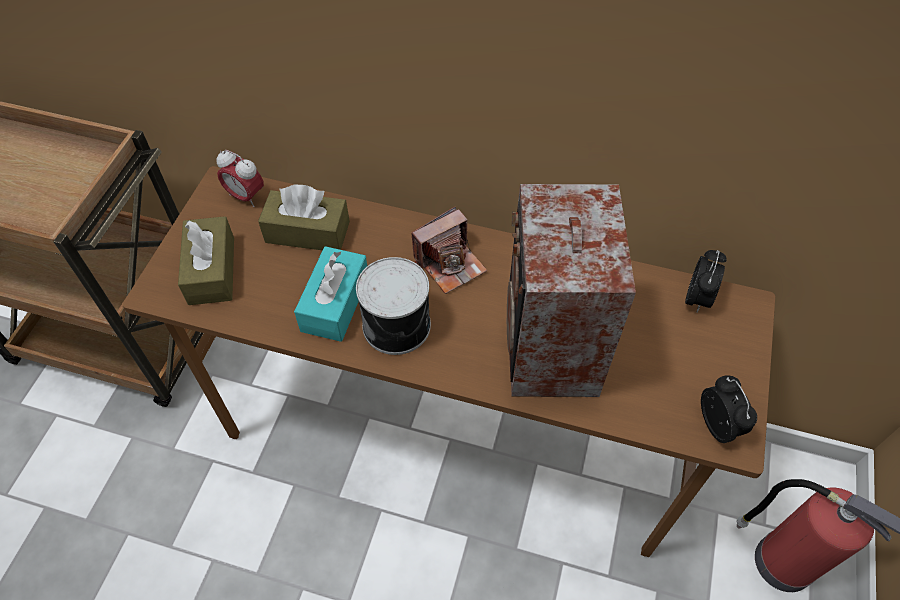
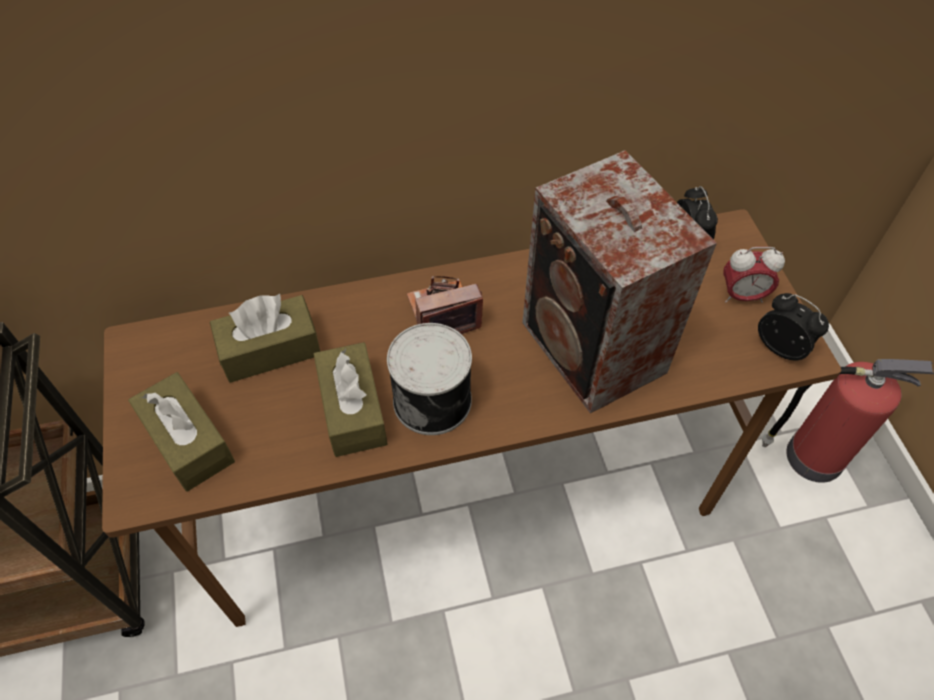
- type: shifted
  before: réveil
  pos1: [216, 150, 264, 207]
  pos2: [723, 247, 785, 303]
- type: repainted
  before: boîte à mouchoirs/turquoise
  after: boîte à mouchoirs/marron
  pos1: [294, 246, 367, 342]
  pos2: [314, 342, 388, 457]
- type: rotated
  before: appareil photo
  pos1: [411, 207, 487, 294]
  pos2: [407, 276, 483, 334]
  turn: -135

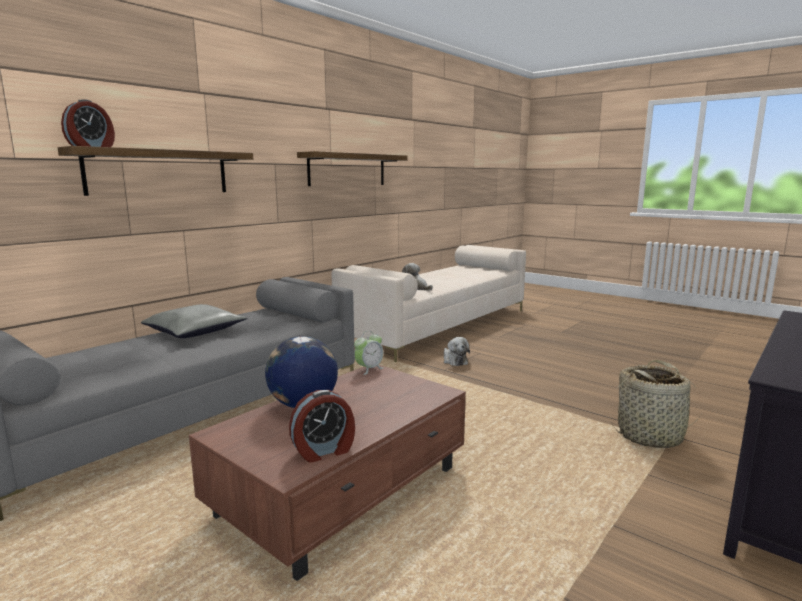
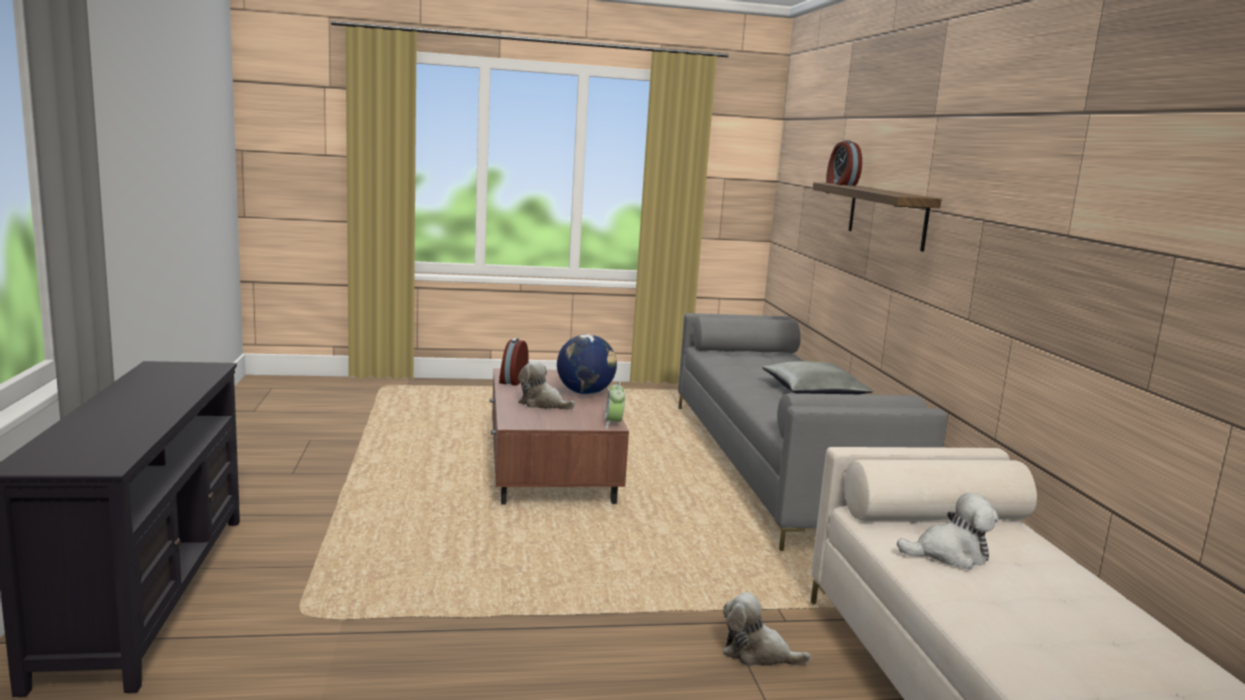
- type: gone
  before: étagère
  pos1: [297, 151, 408, 186]
- type: gone
  before: panier
  pos1: [611, 360, 704, 448]
- type: new
  after: peluche
  pos2: [518, 361, 575, 409]

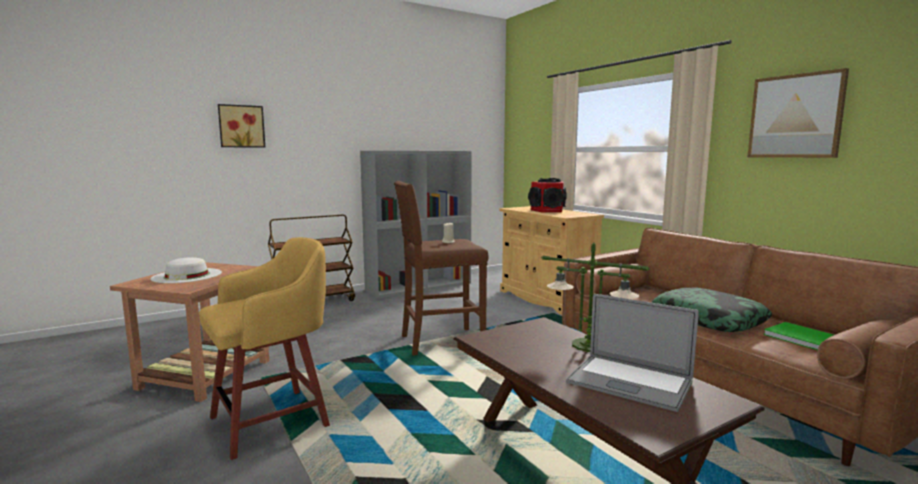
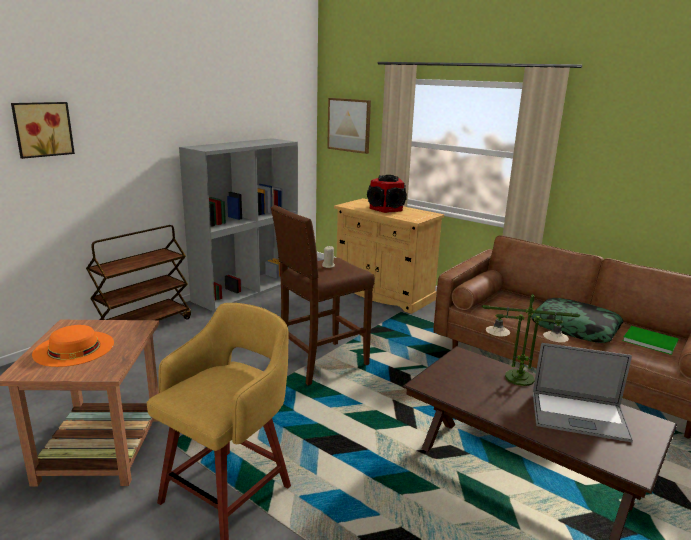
- type: shifted
  before: tableau
  pos1: [748, 68, 849, 158]
  pos2: [327, 98, 371, 154]
- type: repainted
  before: chapeau/blanc
  after: chapeau/orange
  pos1: [150, 257, 222, 283]
  pos2: [32, 325, 114, 367]

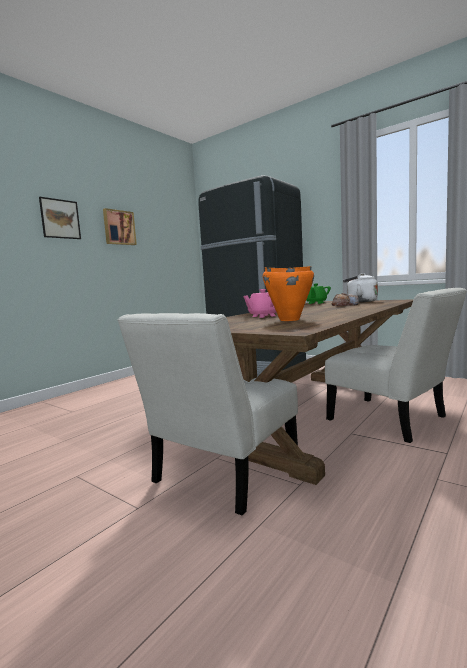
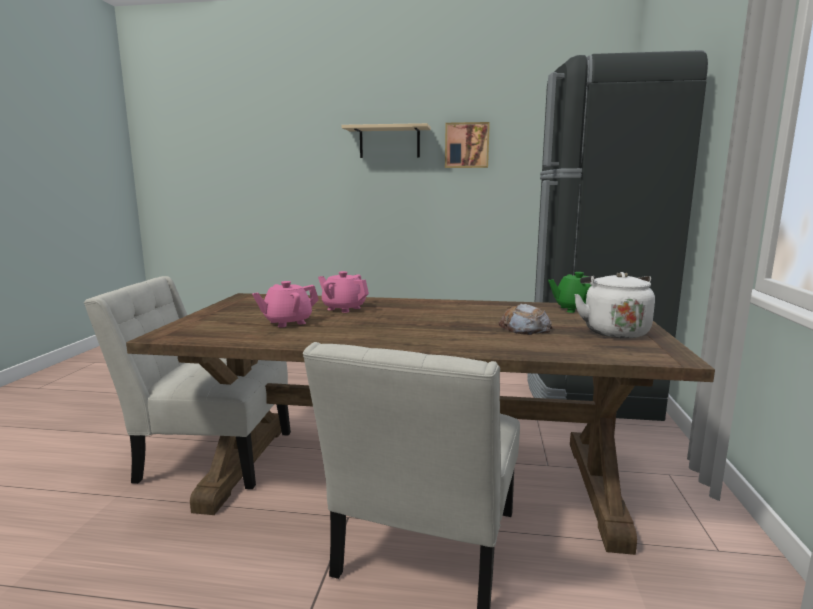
- type: swapped
  before: tableau
  after: étagère/beige
  pos1: [39, 197, 81, 239]
  pos2: [342, 123, 431, 158]
- type: swapped
  before: marmite/orange
  after: théière/rose
  pos1: [263, 266, 314, 321]
  pos2: [252, 281, 319, 328]

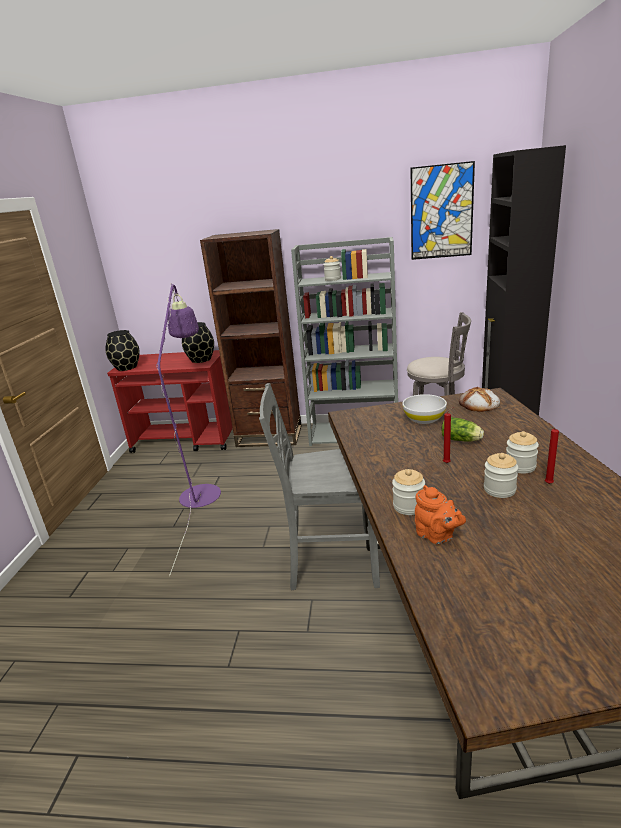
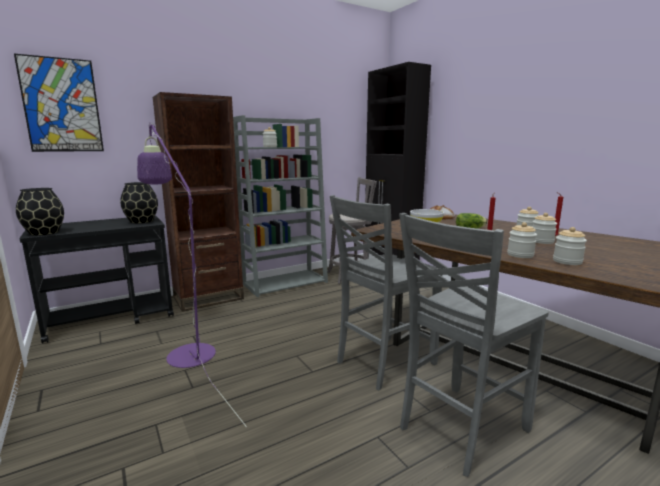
- type: new
  after: chaise/gris
  pos2: [399, 213, 549, 477]
- type: shifted
  before: tableau
  pos1: [411, 161, 475, 260]
  pos2: [14, 53, 104, 152]
- type: swapped
  before: théière/orange
  after: bocal
  pos1: [415, 485, 466, 545]
  pos2: [553, 227, 587, 265]
- type: repainted
  before: chariot/rouge
  after: chariot/noir
  pos1: [107, 350, 233, 453]
  pos2: [19, 215, 174, 344]

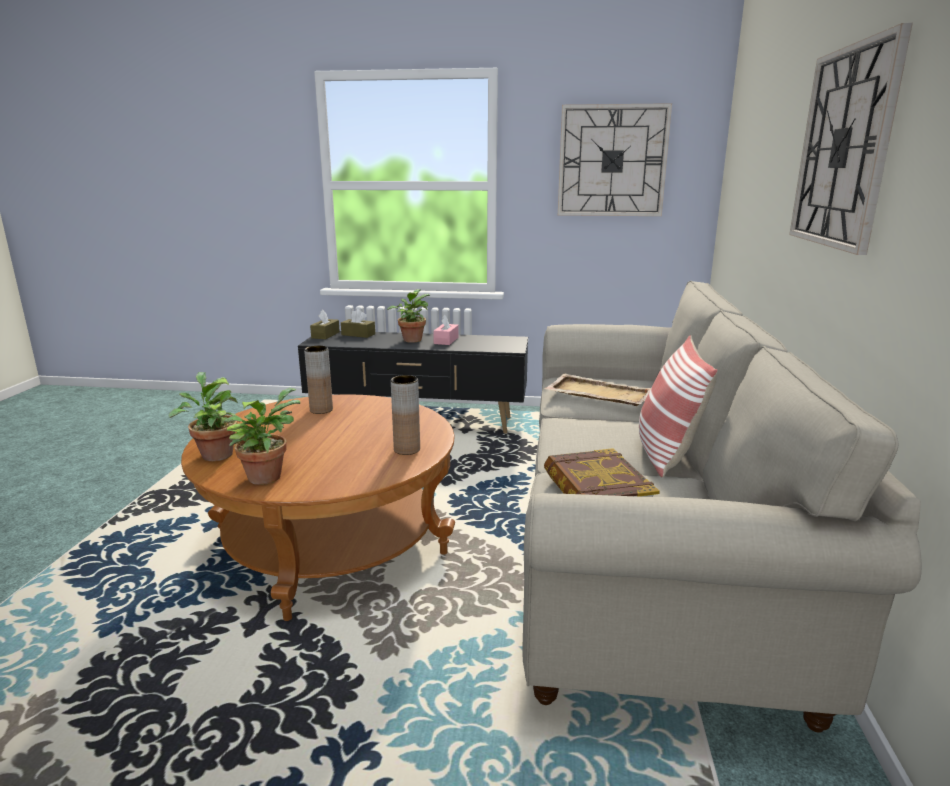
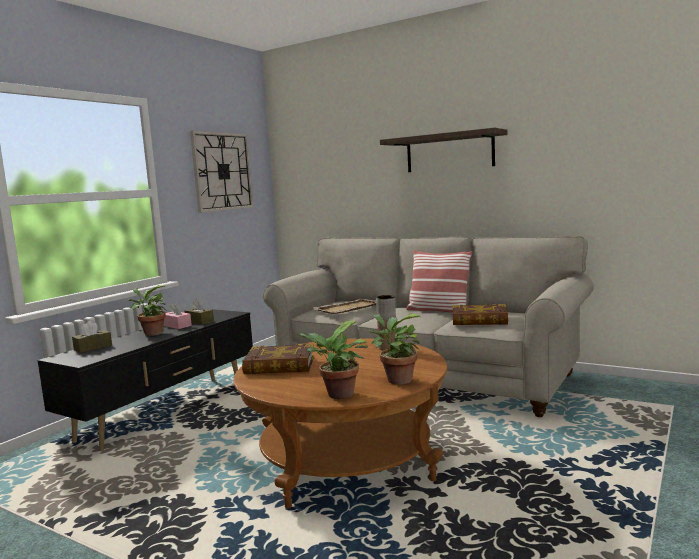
- type: shifted
  before: boîte à mouchoirs/marron
  pos1: [310, 310, 340, 339]
  pos2: [185, 299, 214, 325]
- type: swapped
  before: vase/marron
  after: livre
  pos1: [304, 346, 333, 414]
  pos2: [242, 344, 314, 374]
- type: swapped
  before: horloge murale
  after: étagère
  pos1: [789, 23, 913, 255]
  pos2: [380, 128, 507, 172]

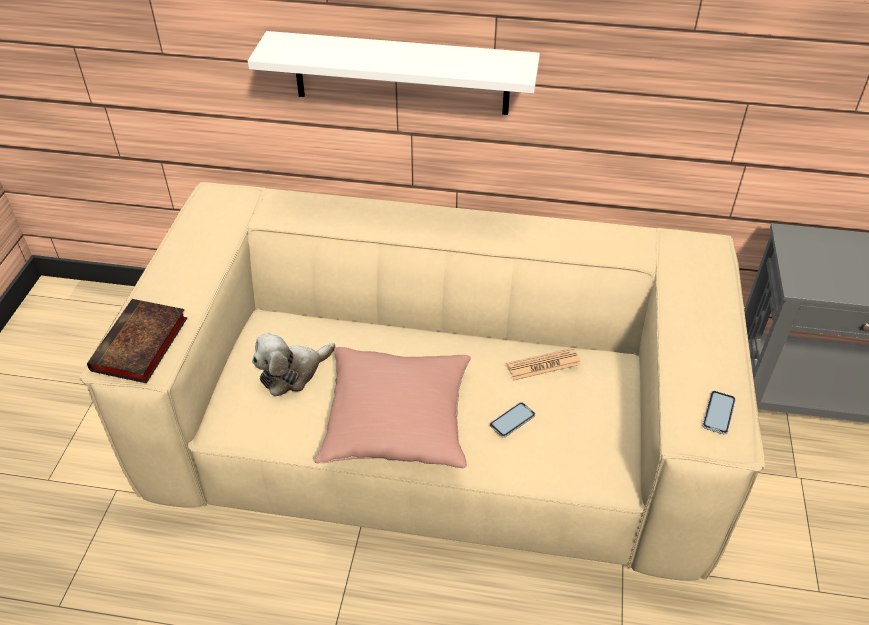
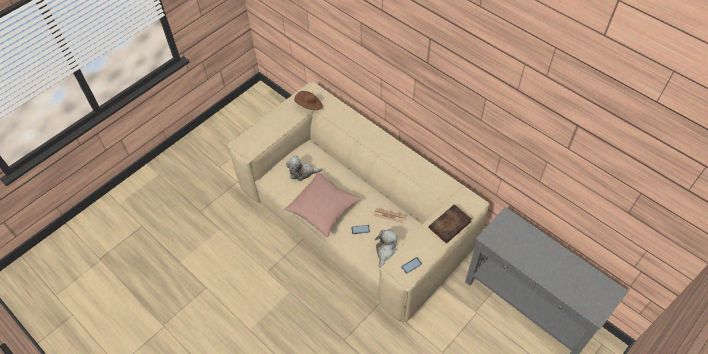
- type: gone
  before: étagère/blanc
  pos1: [248, 31, 540, 115]
- type: new
  after: chapeau/marron
  pos2: [294, 91, 323, 110]
- type: new
  after: peluche
  pos2: [375, 229, 397, 268]
- type: shifted
  before: livre
  pos1: [87, 299, 187, 383]
  pos2: [429, 204, 472, 244]

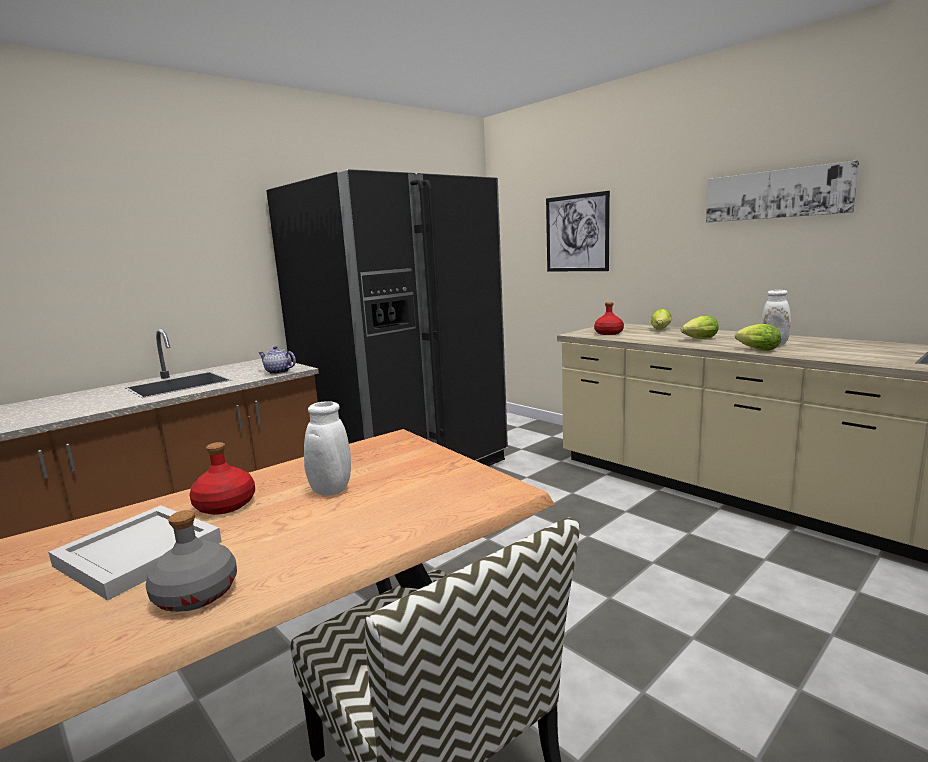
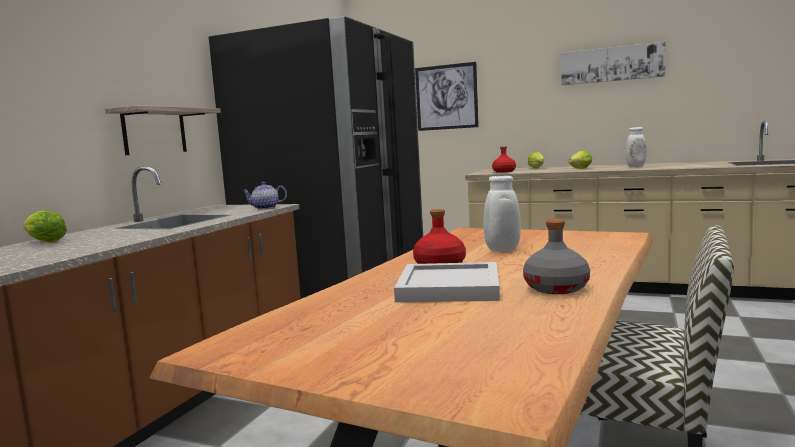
- type: new
  after: étagère
  pos2: [105, 105, 221, 155]
- type: shifted
  before: laitue
  pos1: [735, 324, 781, 351]
  pos2: [23, 210, 67, 242]

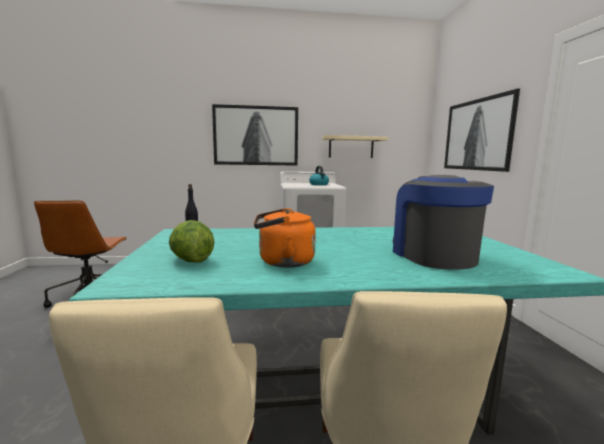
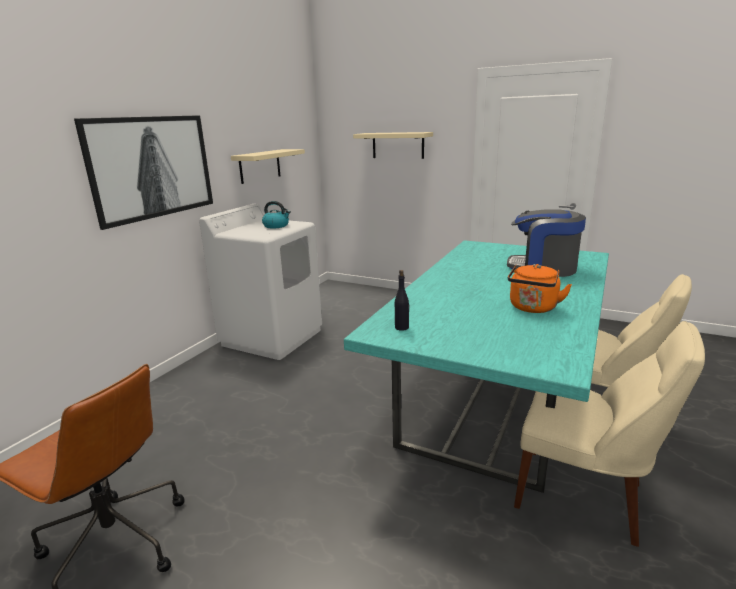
- type: gone
  before: laitue
  pos1: [169, 220, 214, 263]
- type: swapped
  before: tableau
  after: étagère/beige
  pos1: [444, 88, 520, 172]
  pos2: [353, 132, 433, 159]

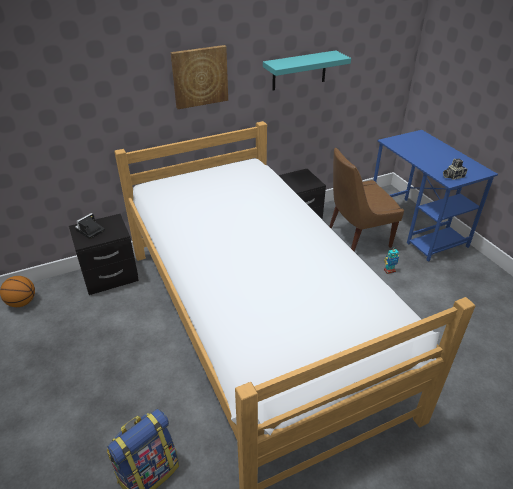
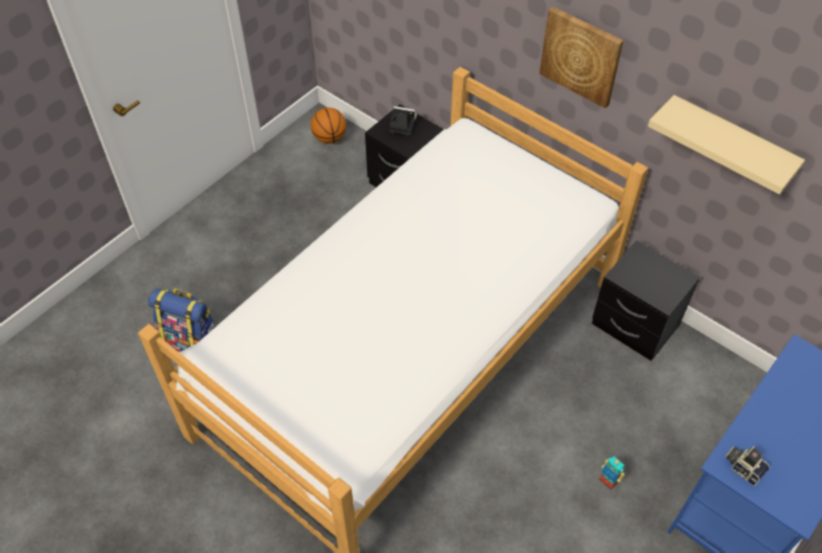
- type: gone
  before: chaise/marron
  pos1: [329, 148, 404, 251]
- type: repainted
  before: étagère/turquoise
  after: étagère/beige
  pos1: [263, 50, 351, 91]
  pos2: [648, 95, 805, 195]

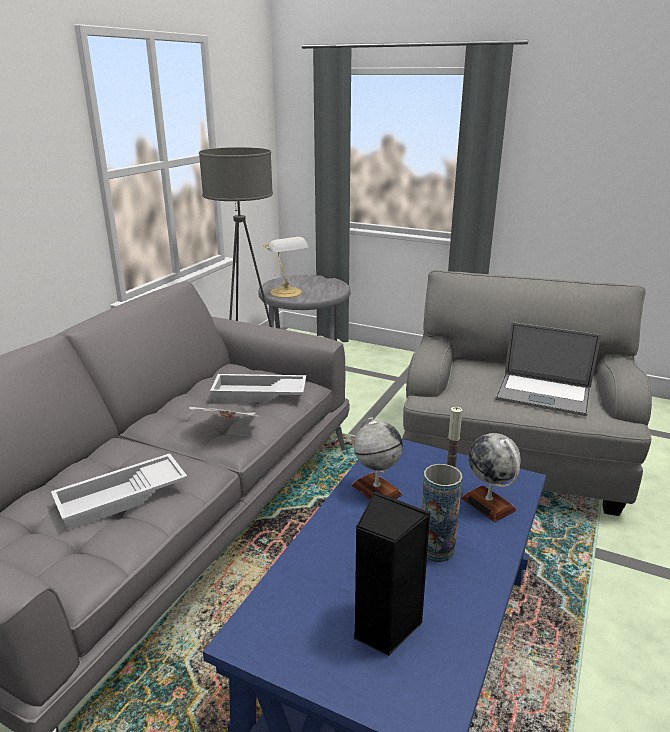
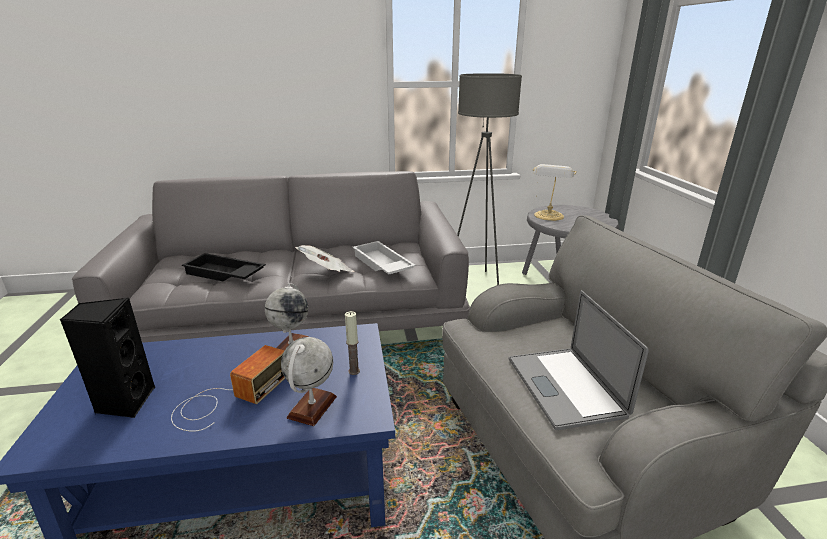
- type: swapped
  before: vase
  after: radio
  pos1: [421, 464, 463, 562]
  pos2: [171, 345, 285, 432]
- type: repainted
  before: plateau/blanc
  after: plateau/noir
  pos1: [51, 453, 187, 531]
  pos2: [182, 253, 266, 281]

